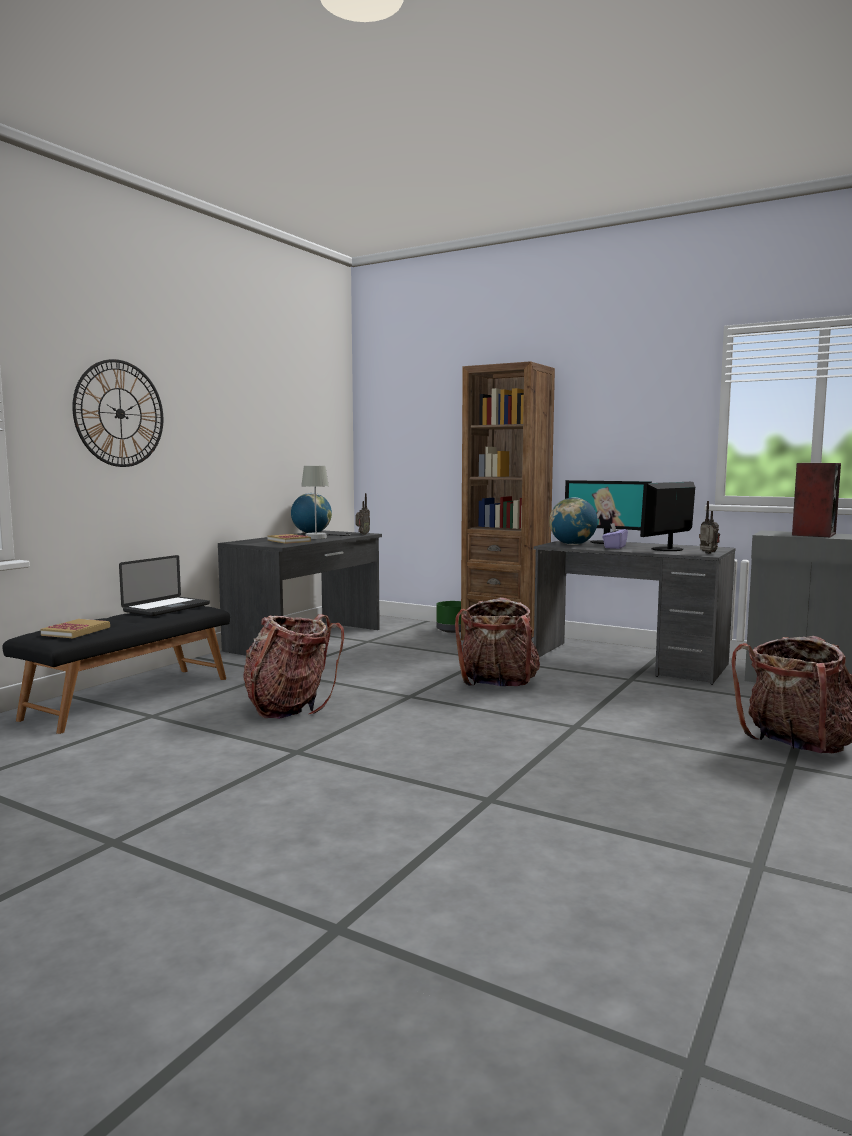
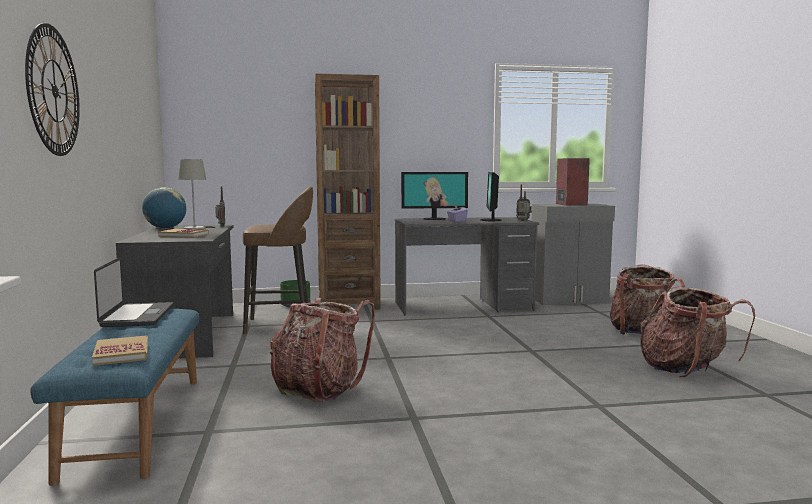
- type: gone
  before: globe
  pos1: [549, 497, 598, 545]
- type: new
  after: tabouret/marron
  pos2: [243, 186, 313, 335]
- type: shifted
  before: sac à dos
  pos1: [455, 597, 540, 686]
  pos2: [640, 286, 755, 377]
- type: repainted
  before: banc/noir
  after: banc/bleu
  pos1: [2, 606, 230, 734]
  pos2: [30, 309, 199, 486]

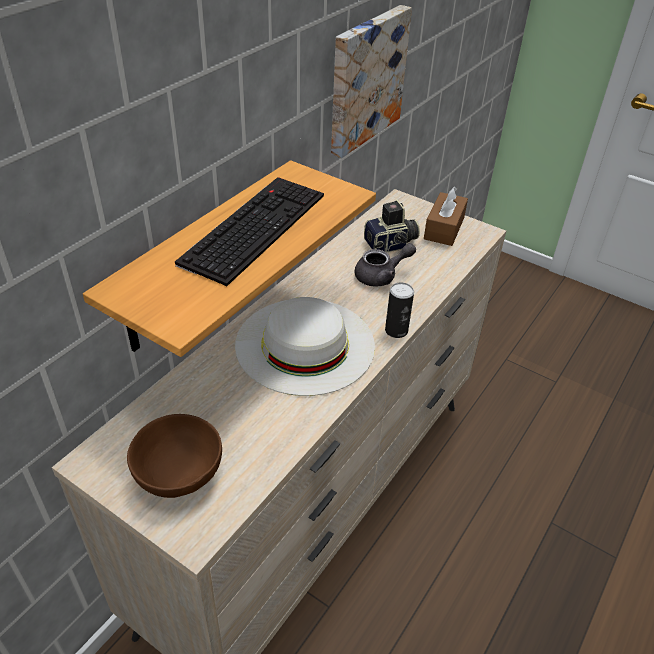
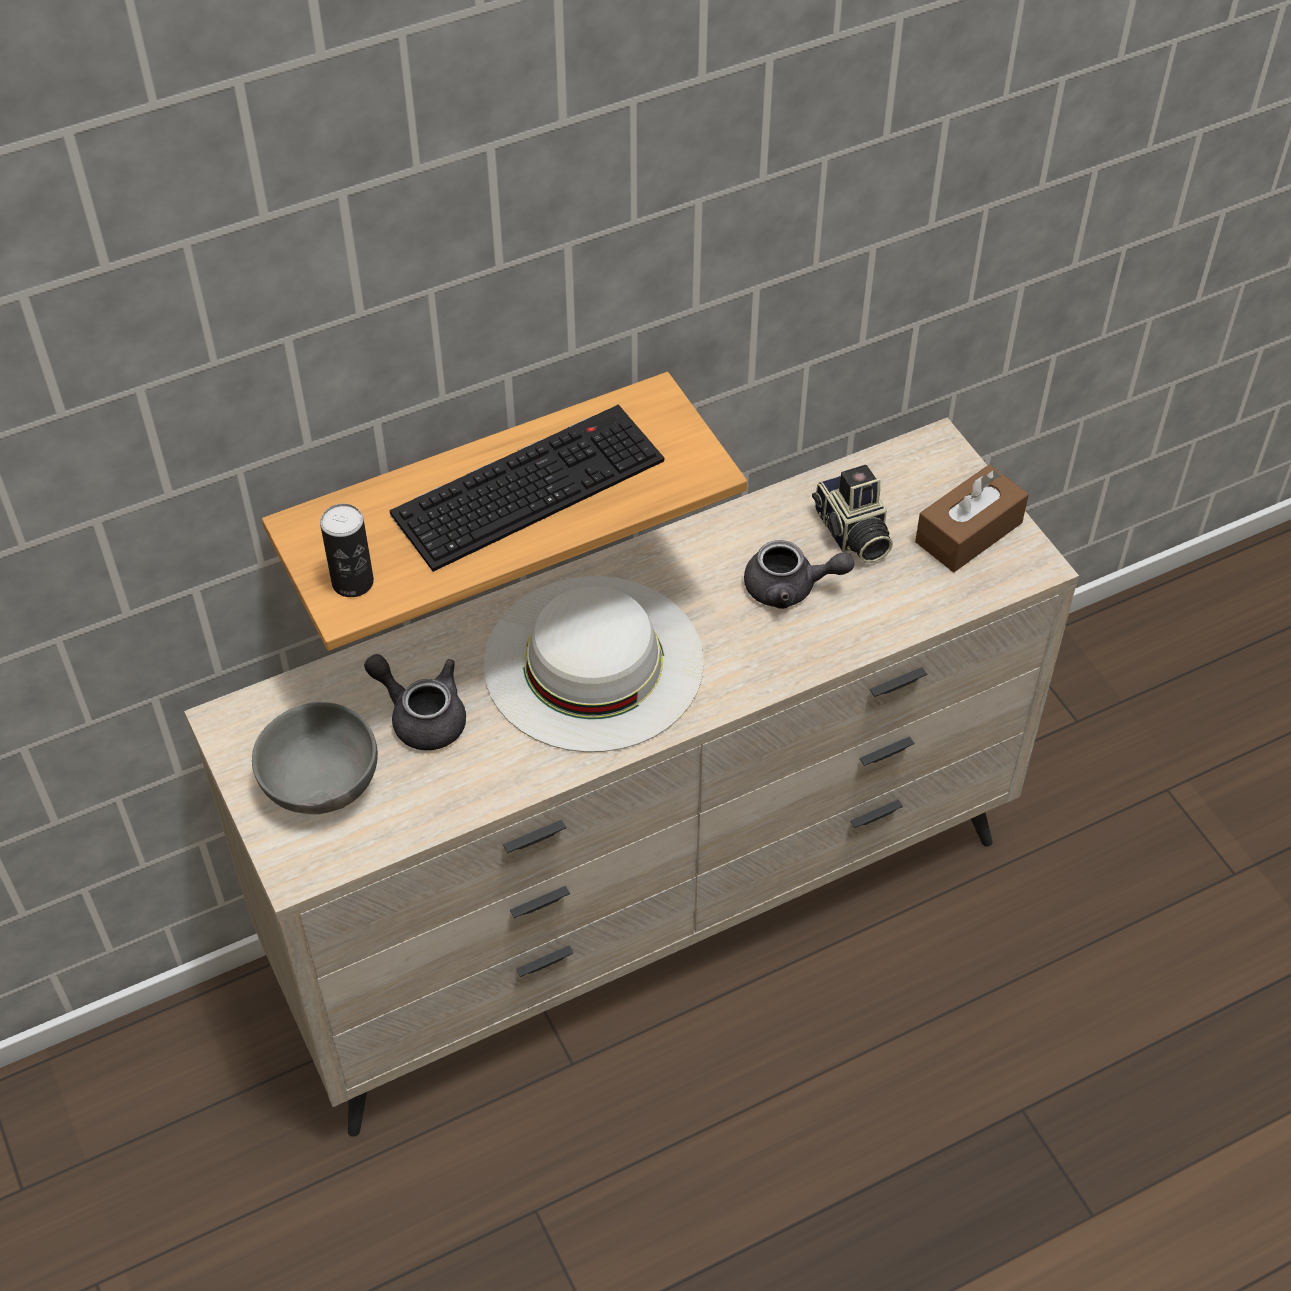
- type: gone
  before: tableau
  pos1: [331, 5, 412, 158]
- type: new
  after: théière/gris
  pos2: [364, 654, 466, 750]
- type: shifted
  before: boîte métallique
  pos1: [385, 282, 414, 338]
  pos2: [320, 504, 374, 597]
- type: repainted
  before: bol/marron
  after: bol/gris
  pos1: [127, 414, 222, 498]
  pos2: [252, 702, 378, 814]
- type: rotated
  before: appareil photo
  pos1: [364, 199, 420, 253]
  pos2: [812, 465, 893, 563]
  turn: 60

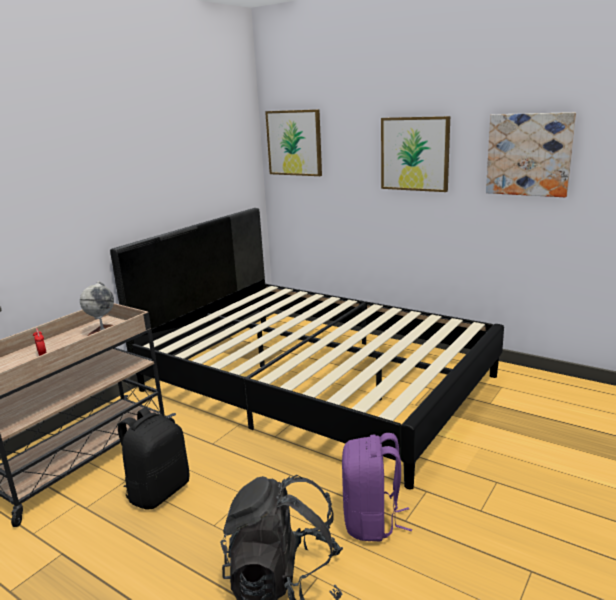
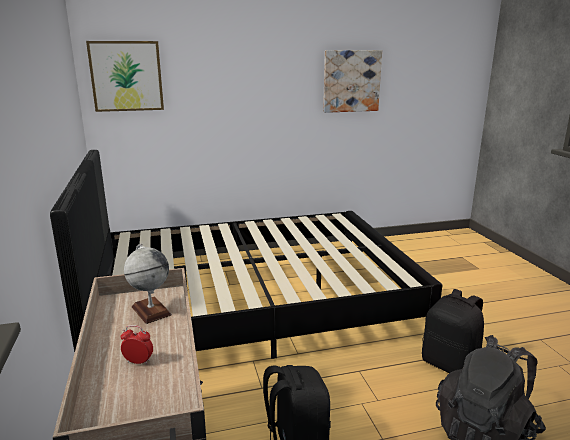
- type: gone
  before: tableau
  pos1: [381, 116, 450, 192]
- type: repainted
  before: sac à dos/violet
  after: sac à dos/noir
  pos1: [342, 433, 412, 542]
  pos2: [422, 289, 484, 373]

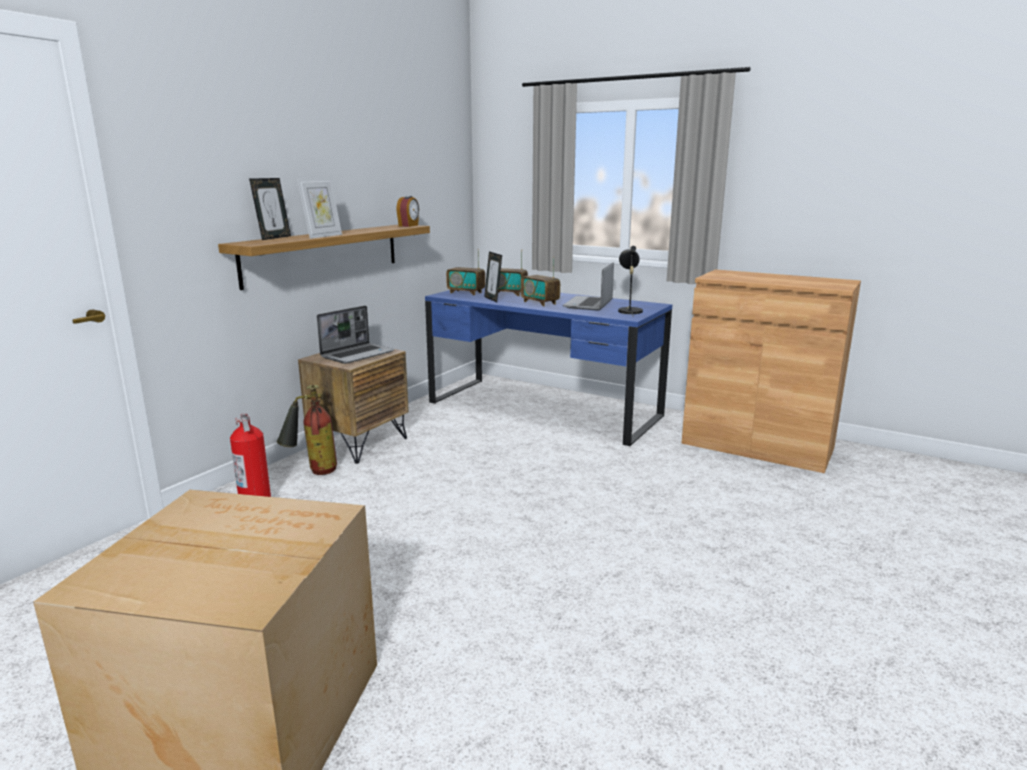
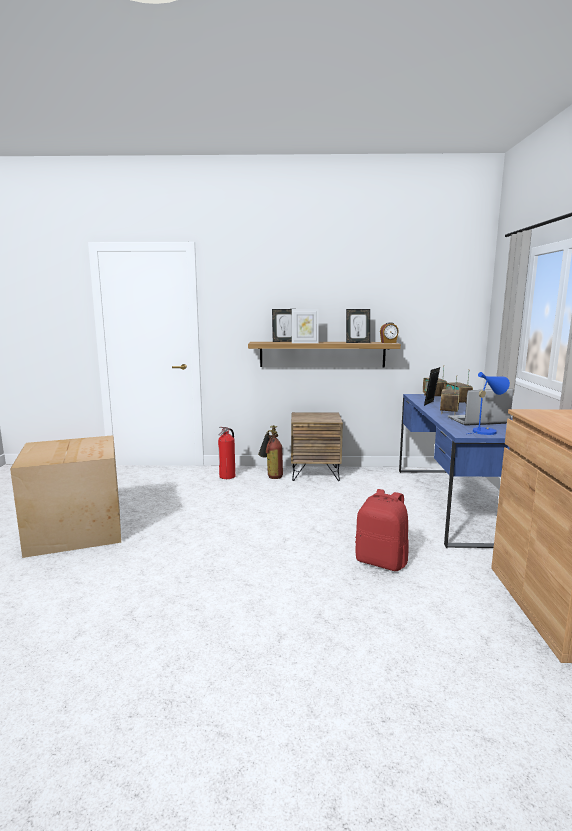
- type: gone
  before: ordinateur portable
  pos1: [317, 306, 395, 364]
- type: new
  after: cadre photo
  pos2: [346, 309, 370, 343]
- type: new
  after: sac à dos/rouge
  pos2: [355, 489, 409, 571]
- type: repainted
  before: lampe de table/noir
  after: lampe de table/bleu
  pos1: [618, 246, 643, 315]
  pos2: [468, 372, 510, 435]

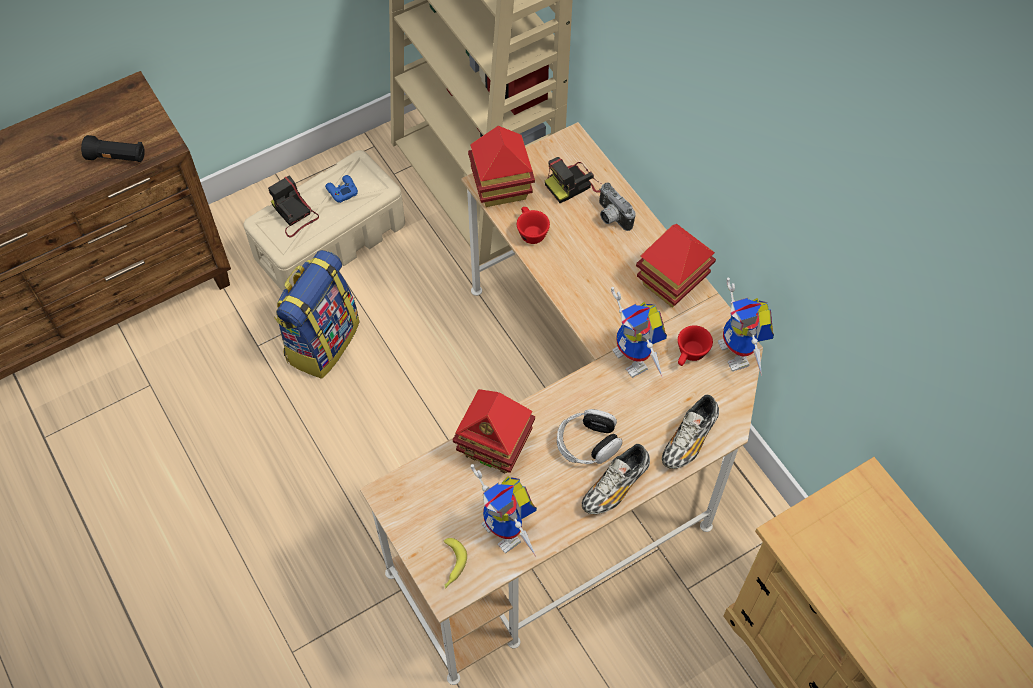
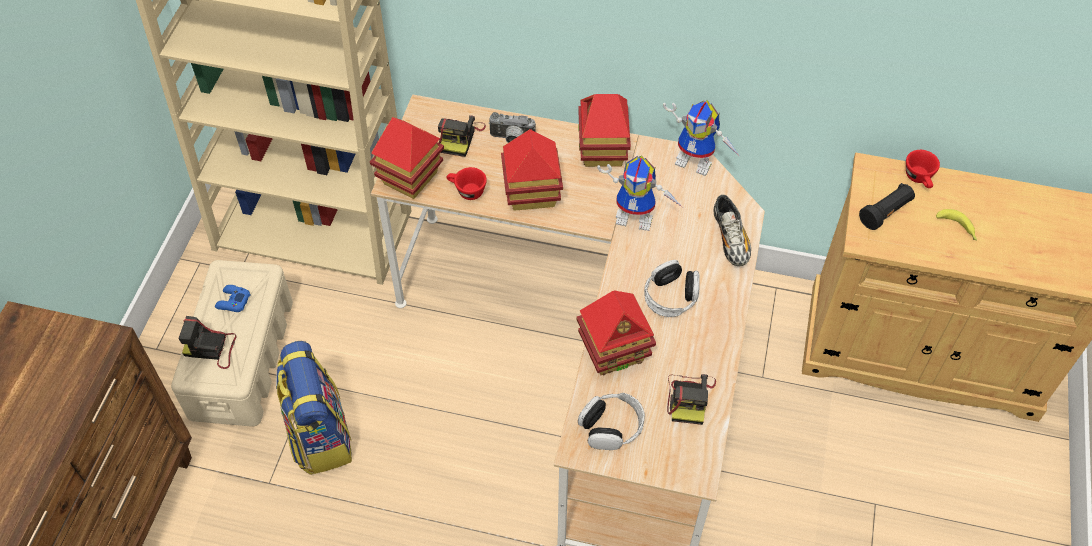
- type: gone
  before: chaussure
  pos1: [582, 444, 650, 514]
- type: new
  after: maison miniature
  pos2: [501, 129, 563, 211]
- type: new
  after: casque audio
  pos2: [578, 393, 645, 450]
- type: shifted
  before: lampe de poche/noir
  pos1: [81, 135, 145, 162]
  pos2: [859, 183, 915, 230]
- type: shifted
  before: banane
  pos1: [444, 538, 467, 589]
  pos2: [936, 209, 977, 240]
- type: shifted
  before: tasse/rouge
  pos1: [678, 325, 713, 366]
  pos2: [906, 150, 940, 188]
- type: swapped
  before: robot jouet
  after: appareil photo
  pos1: [471, 464, 537, 558]
  pos2: [667, 374, 716, 425]

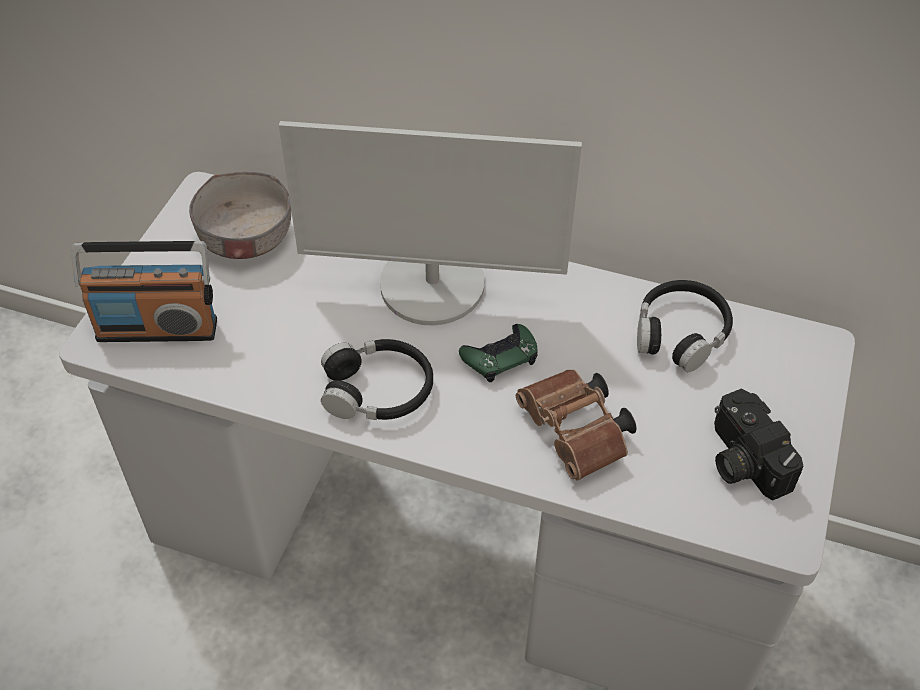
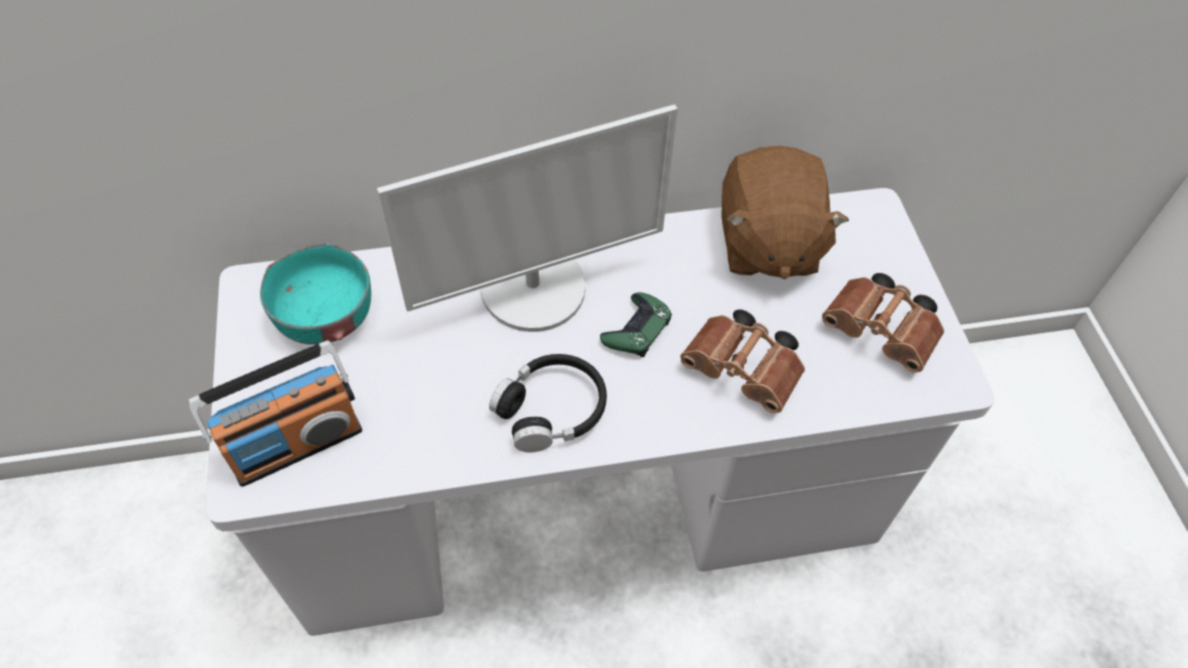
- type: swapped
  before: casque audio/noir
  after: peluche/marron
  pos1: [637, 280, 733, 372]
  pos2: [722, 146, 849, 279]
- type: swapped
  before: appareil photo
  after: jumelles/marron
  pos1: [714, 389, 804, 501]
  pos2: [822, 273, 944, 373]
- type: repainted
  before: bol/gris
  after: bol/turquoise
  pos1: [189, 172, 291, 259]
  pos2: [260, 243, 371, 344]

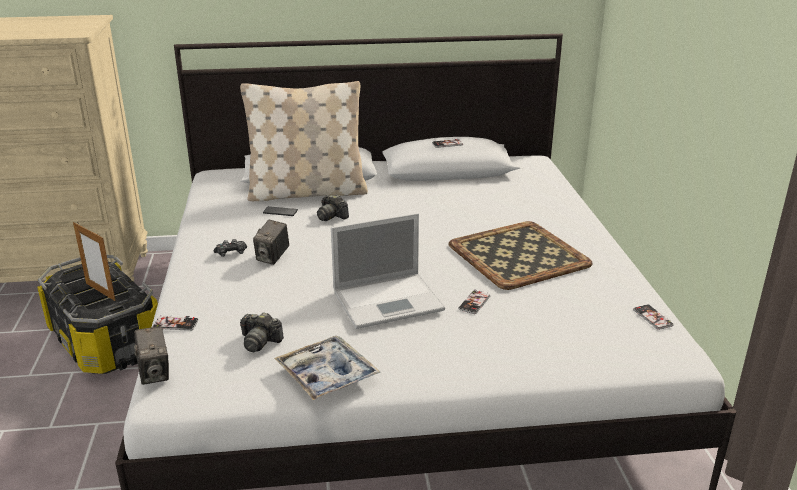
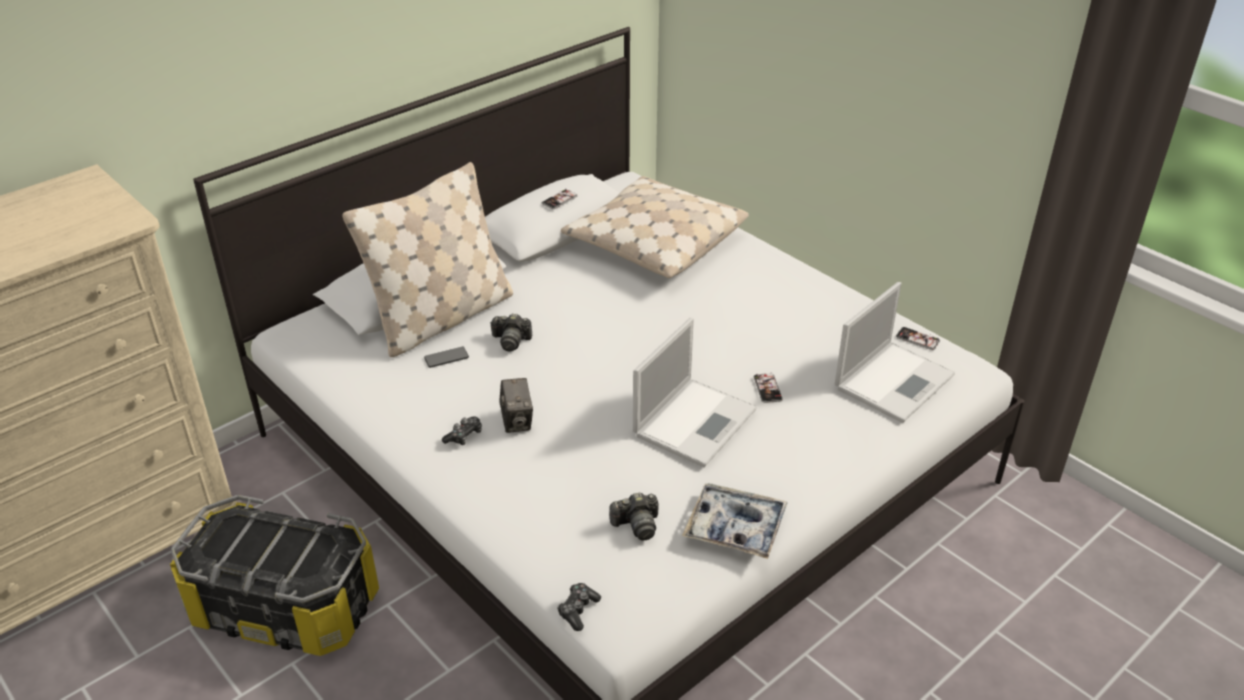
- type: gone
  before: cadre photo
  pos1: [73, 222, 116, 301]
- type: gone
  before: téléphone
  pos1: [153, 315, 199, 331]
- type: gone
  before: plateau
  pos1: [449, 221, 593, 290]
- type: new
  after: coussin/beige
  pos2: [561, 176, 749, 278]
- type: new
  after: ordinateur portable
  pos2: [835, 282, 955, 423]
- type: swapped
  before: appareil photo
  after: manette
  pos1: [134, 326, 169, 385]
  pos2: [557, 583, 601, 631]

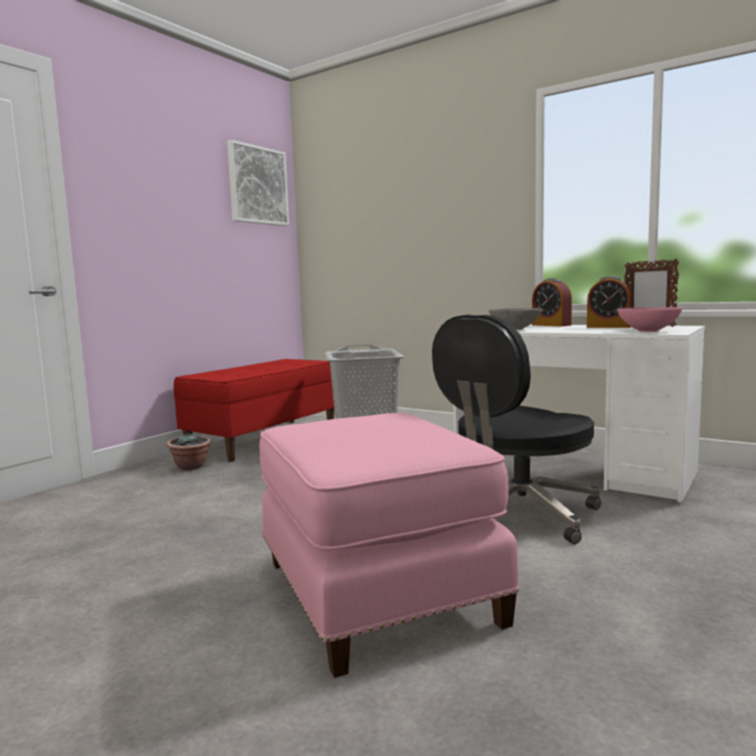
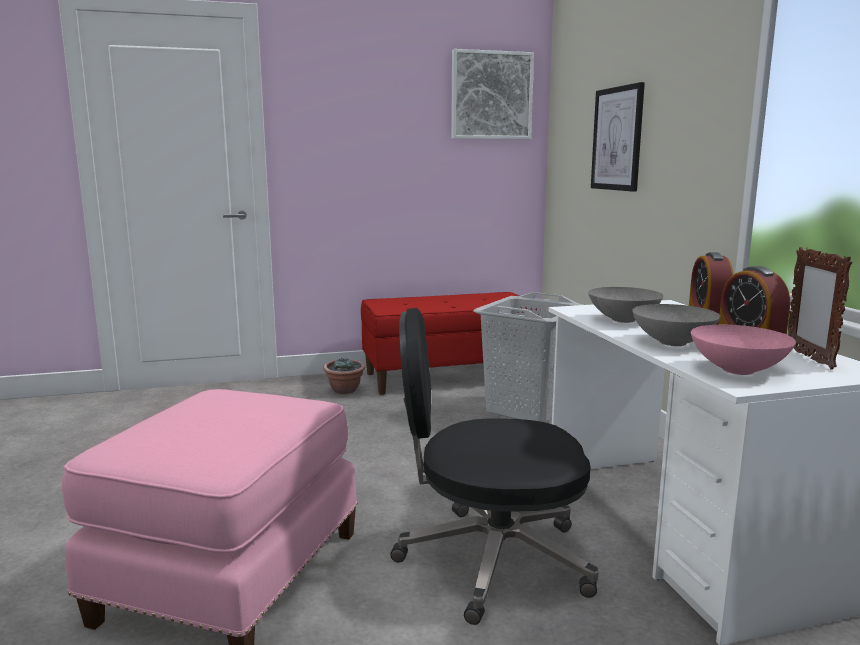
- type: new
  after: tableau
  pos2: [591, 82, 645, 192]
- type: new
  after: bol/gris
  pos2: [632, 304, 721, 346]

